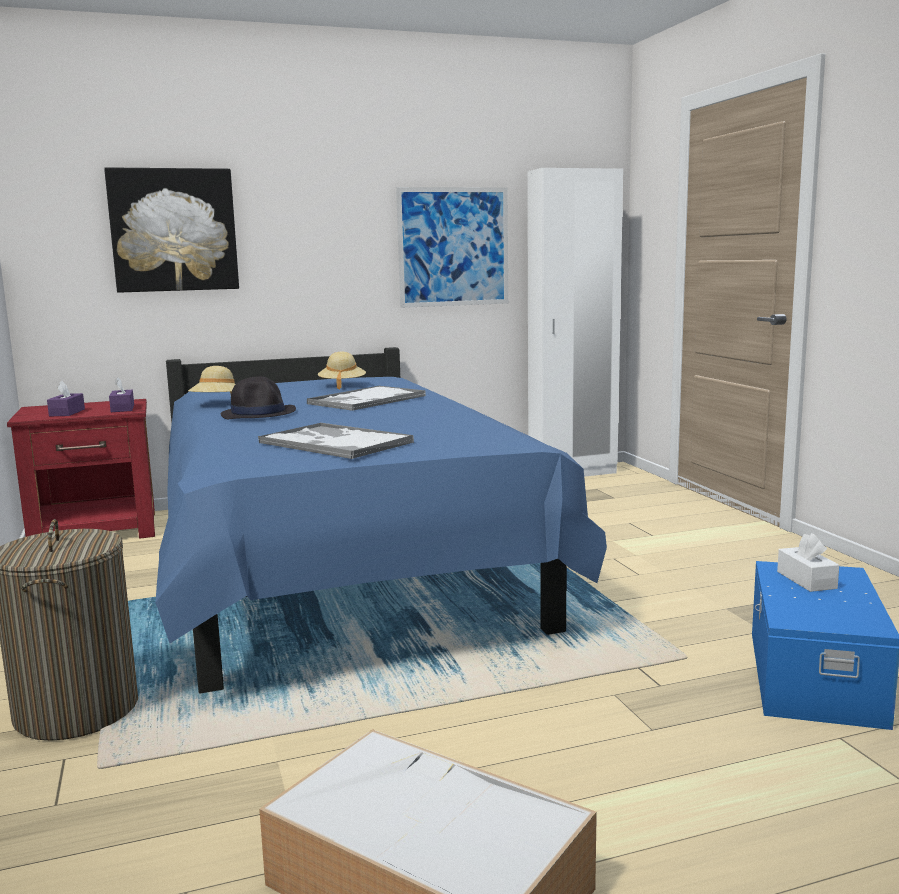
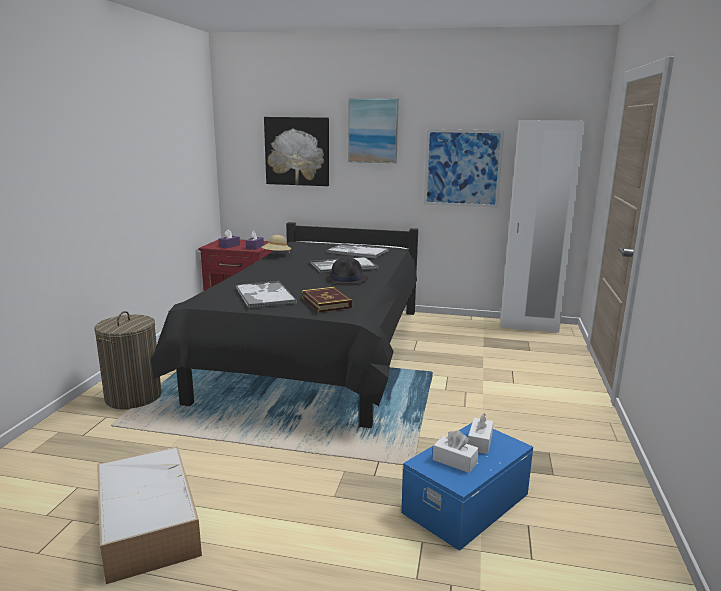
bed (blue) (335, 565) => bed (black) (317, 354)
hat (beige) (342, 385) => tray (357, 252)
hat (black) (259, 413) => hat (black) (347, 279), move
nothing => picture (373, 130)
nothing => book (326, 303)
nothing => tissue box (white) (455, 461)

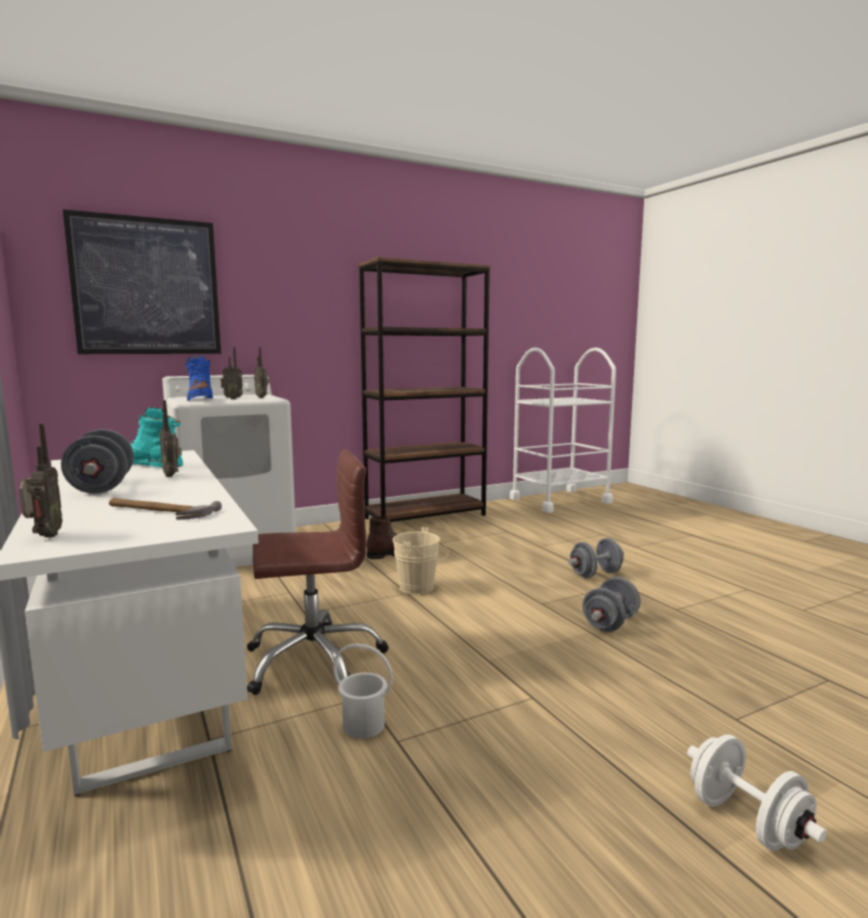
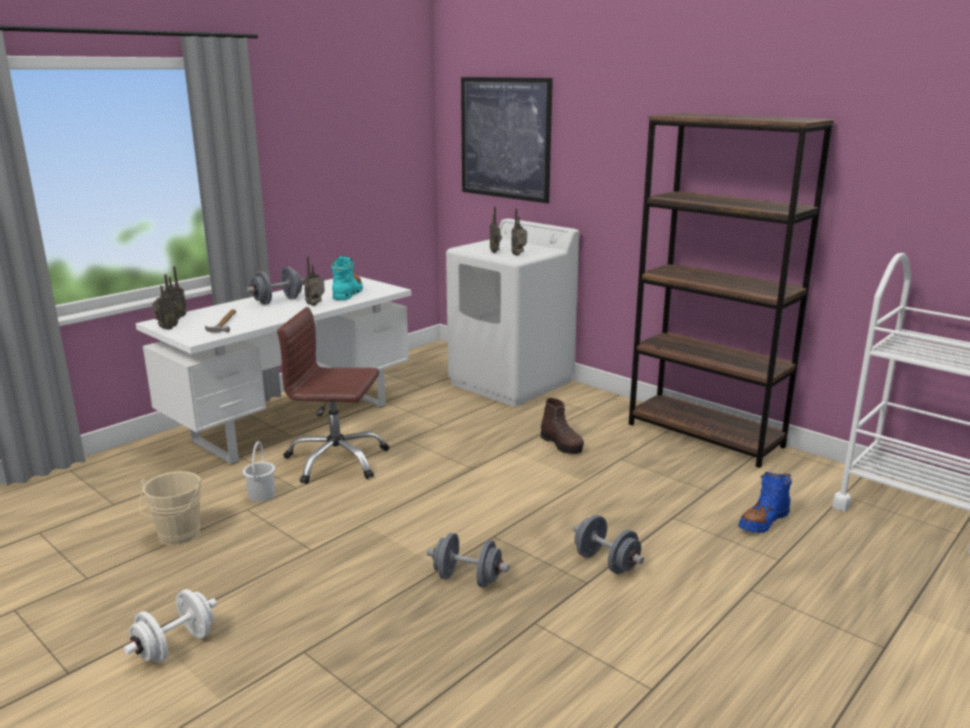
boot (blue) (200, 399) => boot (blue) (763, 521), move
office chair (brown) (314, 660) => office chair (brown) (336, 460), 135 degrees clockwise
bucket (beige) (420, 588) => bucket (beige) (178, 537), move
nothing => radio (166, 328)

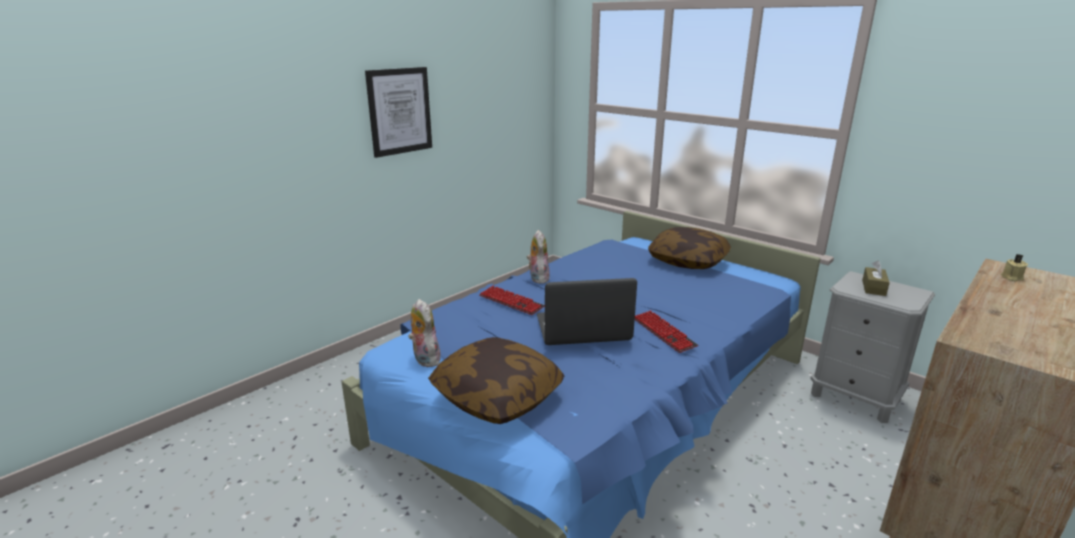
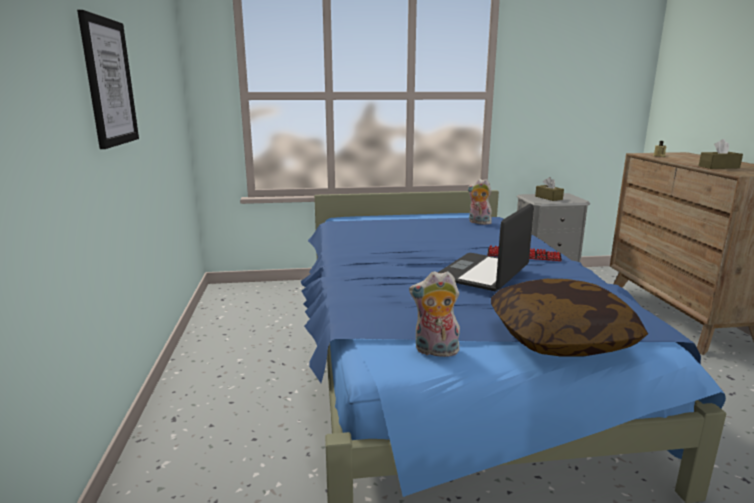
pillow (688, 261) => nothing
plush toy (537, 278) => plush toy (478, 222), move
keyboard (511, 302) => nothing
nothing => tissue box (brown) (719, 167)

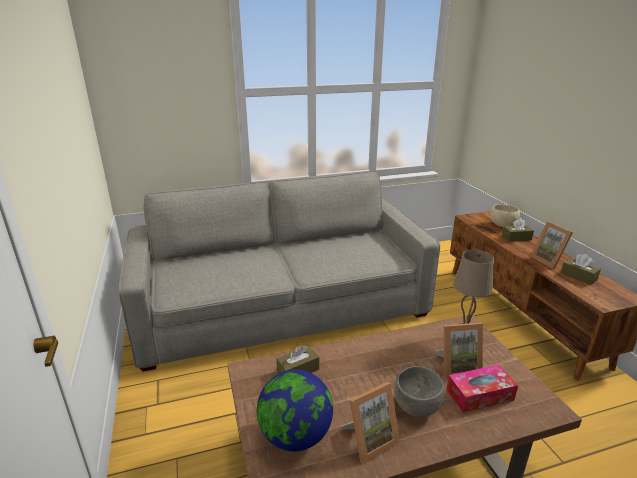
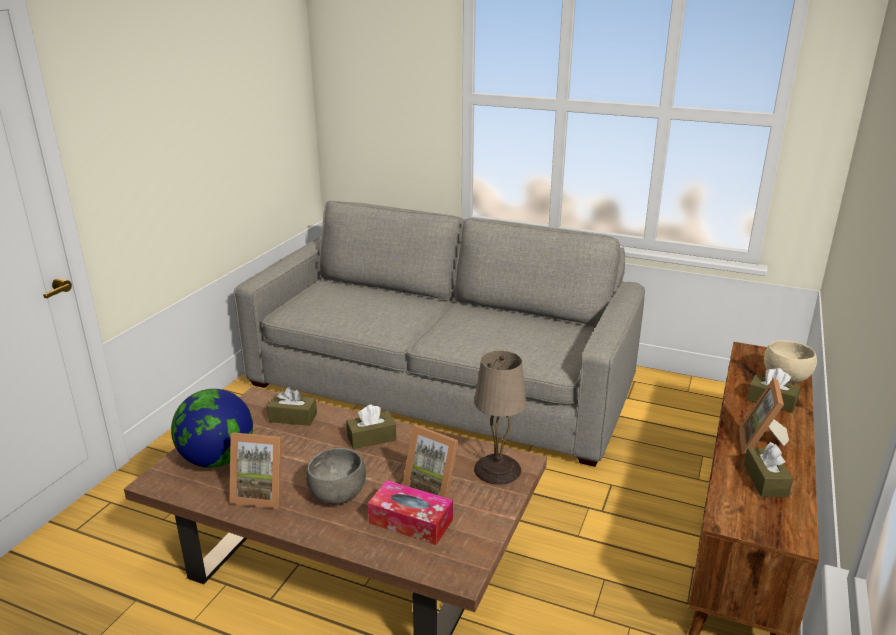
nothing => tissue box (brown) (371, 438)

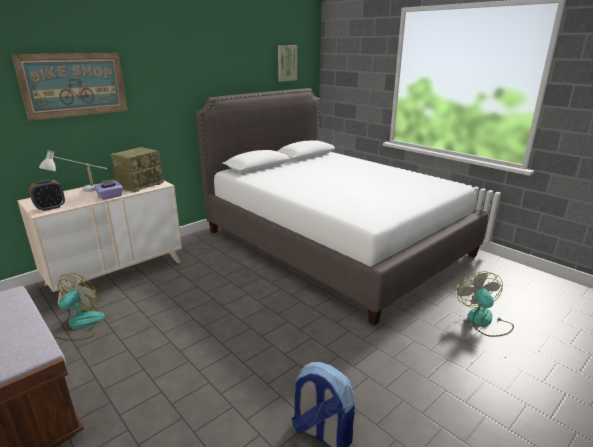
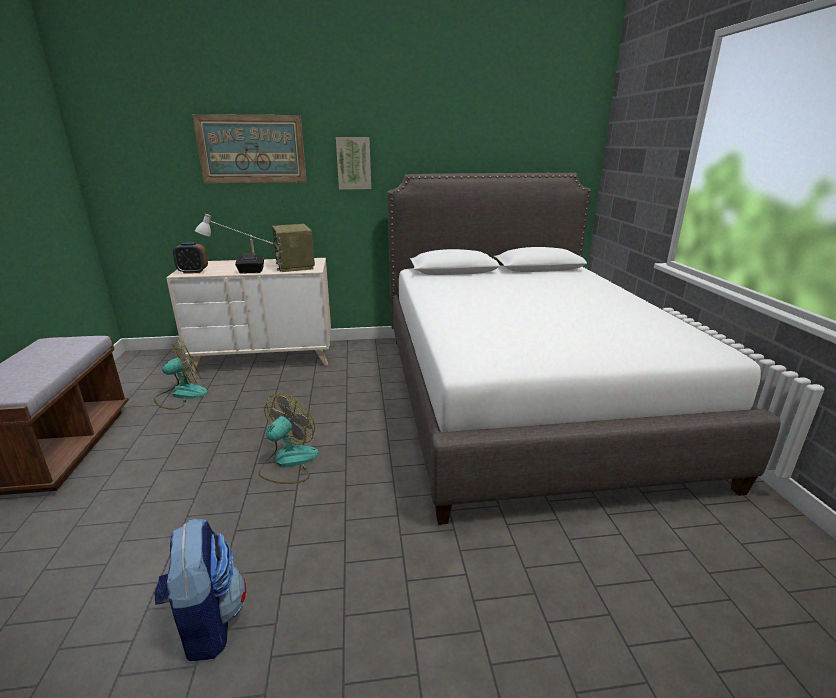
picture (286, 63) => picture (353, 163), move
radio (140, 185) => radio (295, 266), 90 degrees clockwise
tissue box (purple) (110, 196) => tissue box (black) (251, 272)
fan (484, 321) => fan (288, 462), move

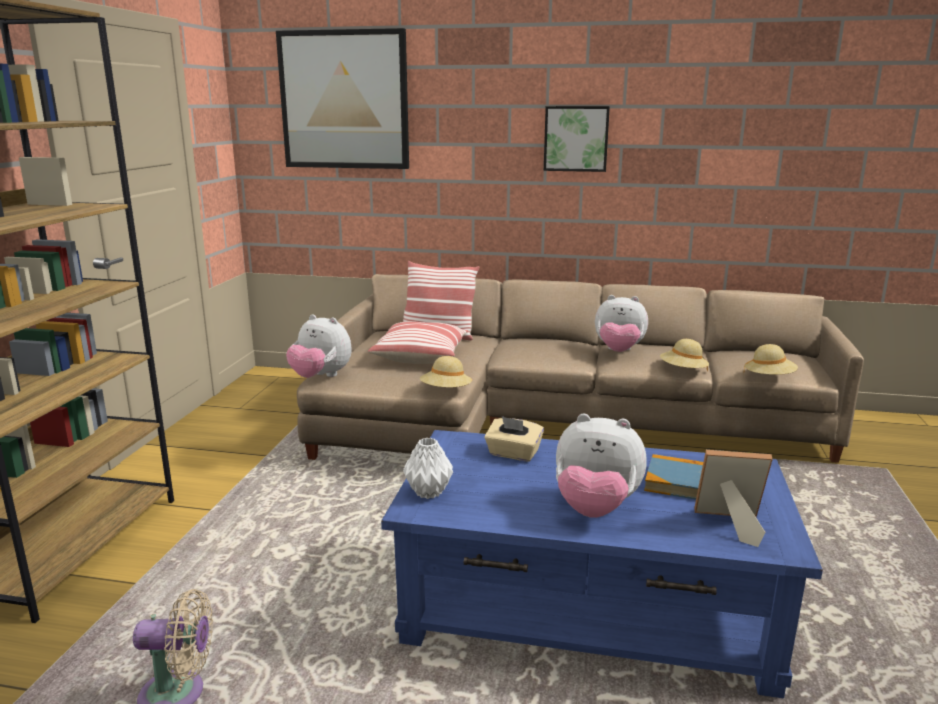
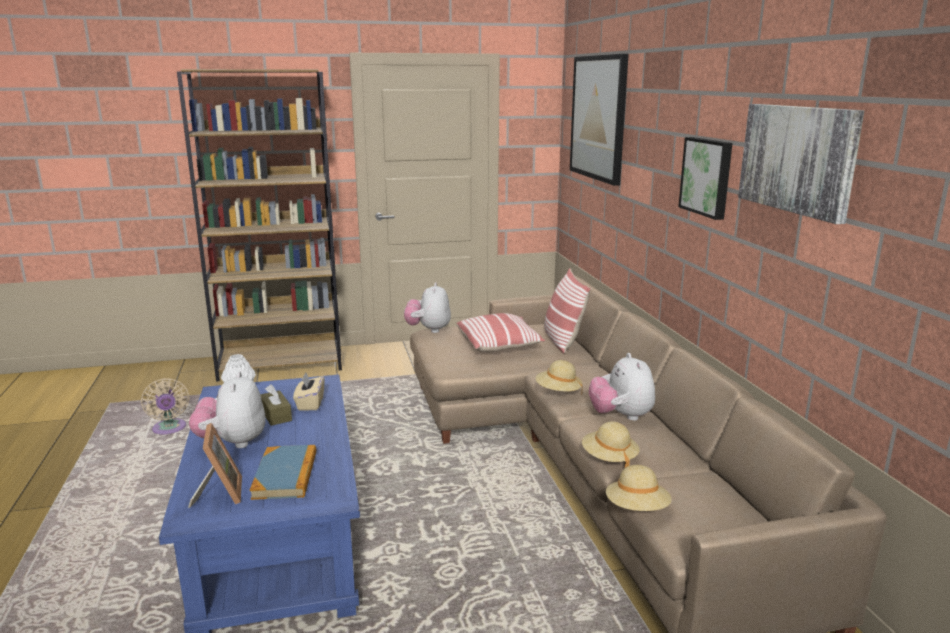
hat (beige) (446, 391) => hat (beige) (558, 392), move
nothing => picture (798, 159)
nothing => tissue box (brown) (276, 415)

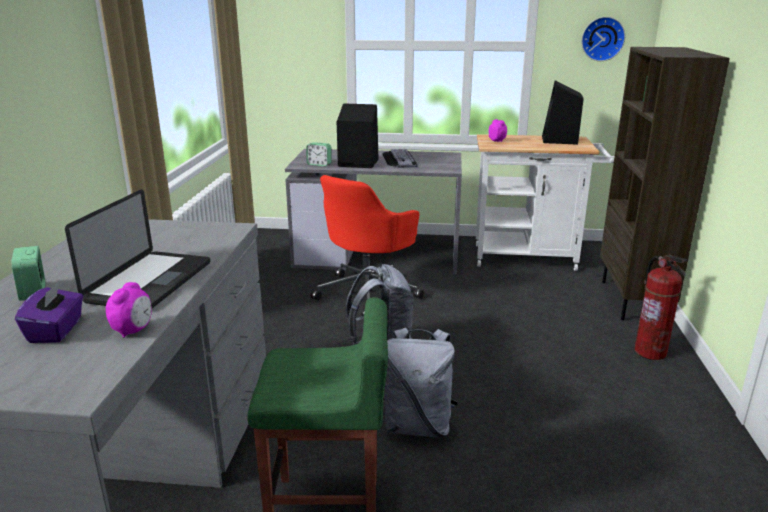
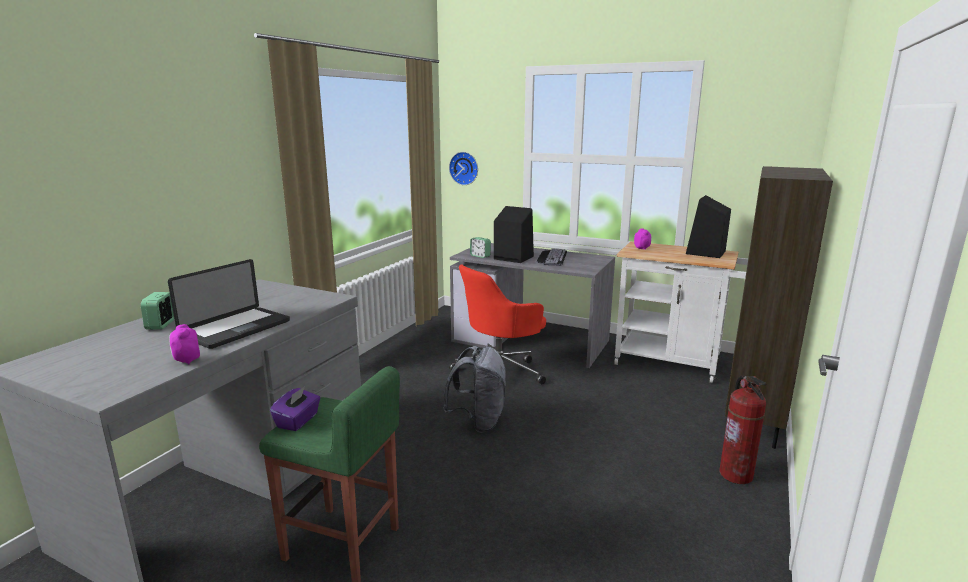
wall clock (602, 39) => wall clock (464, 168), move
tissue box (purple) (56, 330) => tissue box (purple) (298, 421), move
alarm clock (133, 330) => alarm clock (187, 360), 120 degrees clockwise
backpack (grey) (418, 425) => nothing

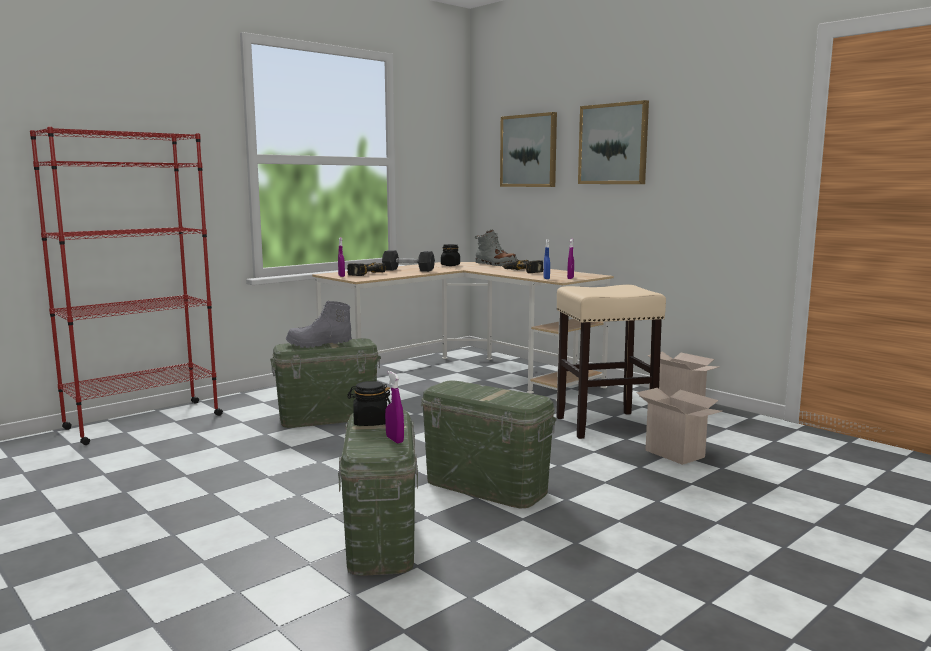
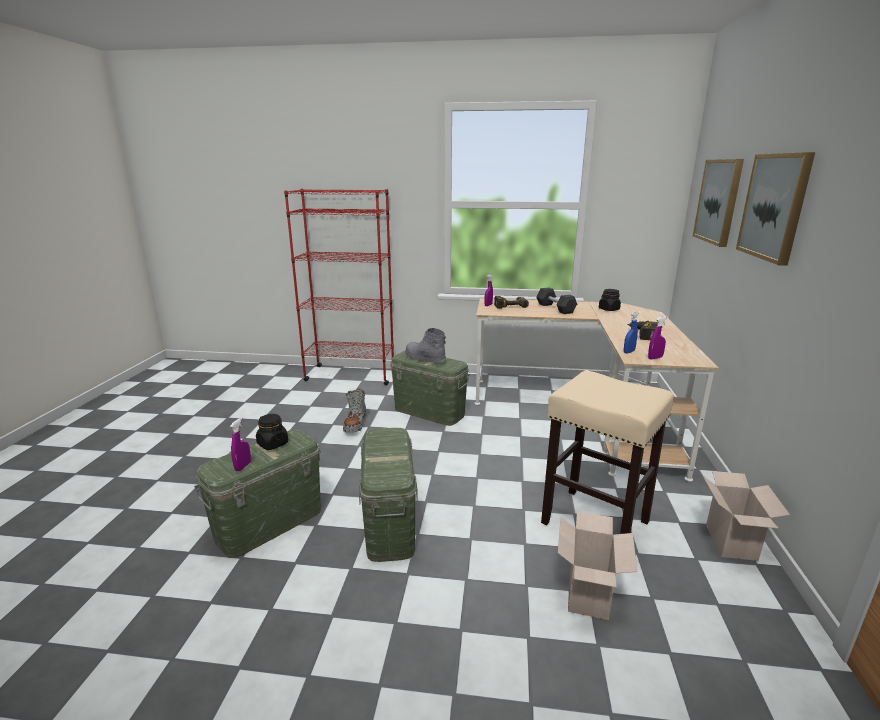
boot (grey) (495, 264) => boot (grey) (355, 424), move

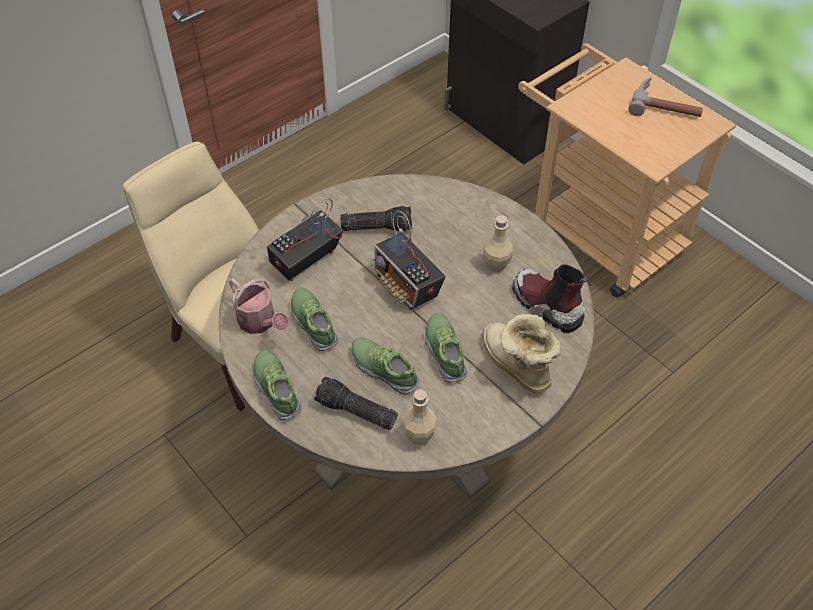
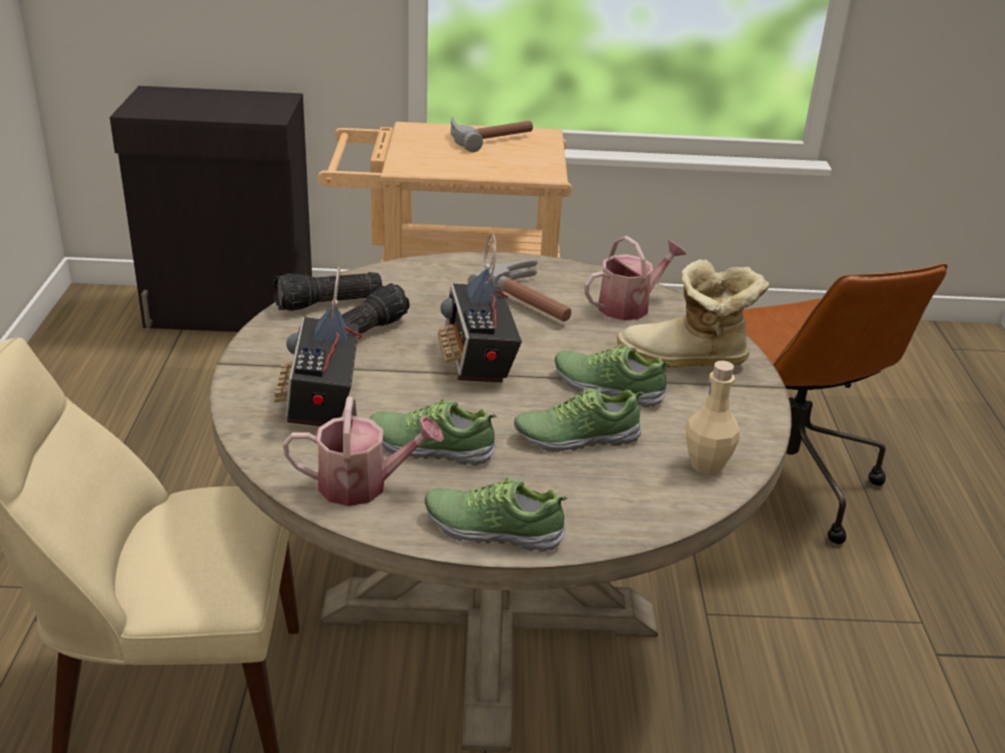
radio (407, 286) => radio (478, 361), 75 degrees clockwise
bottle (beige) (496, 265) => hammer (533, 301)
boot (546, 305) => watering can (630, 305)
flashlight (355, 412) => flashlight (328, 304), move
nothing => office chair (brown) (780, 479)

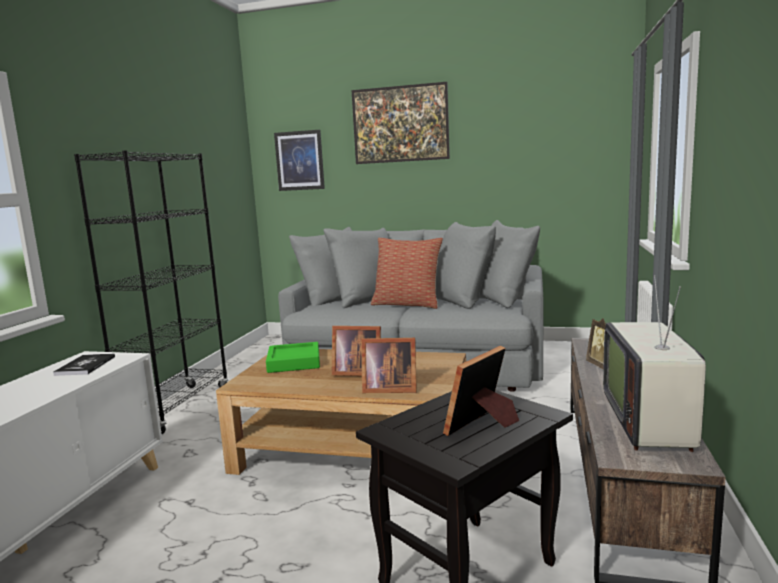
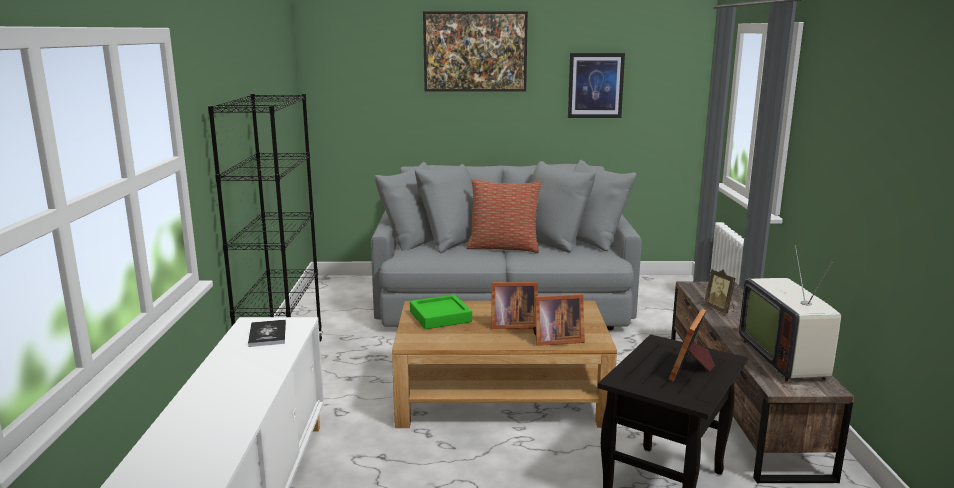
picture (299, 160) => picture (595, 85), move

